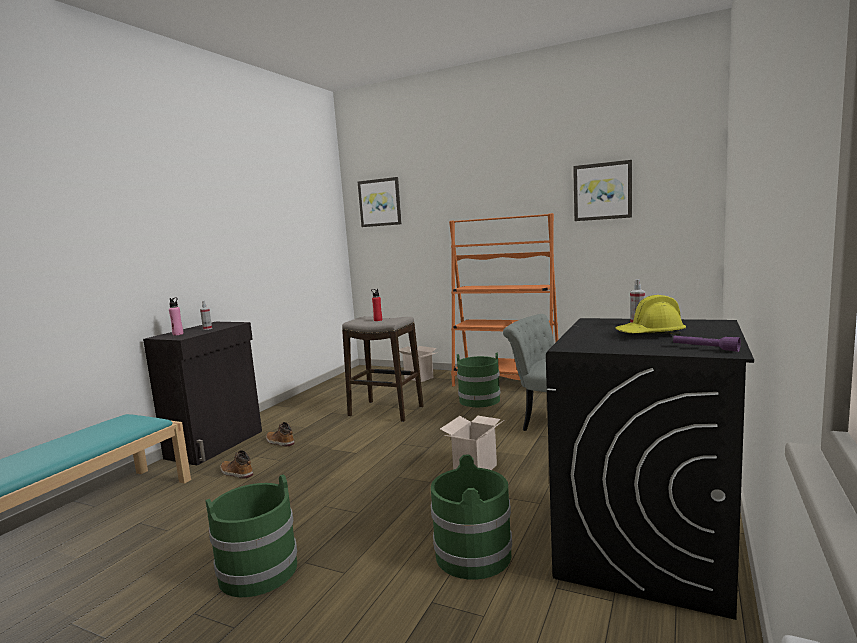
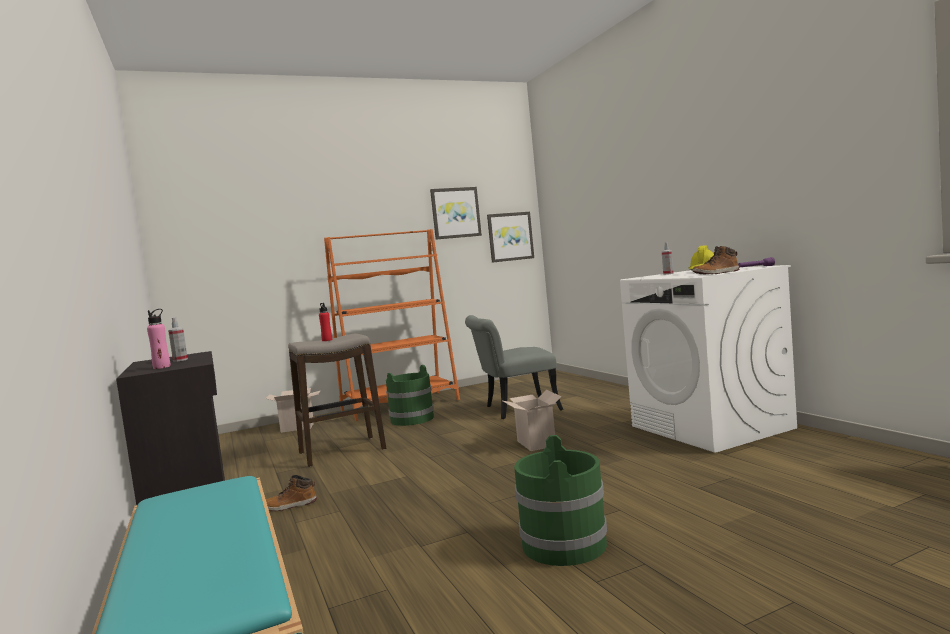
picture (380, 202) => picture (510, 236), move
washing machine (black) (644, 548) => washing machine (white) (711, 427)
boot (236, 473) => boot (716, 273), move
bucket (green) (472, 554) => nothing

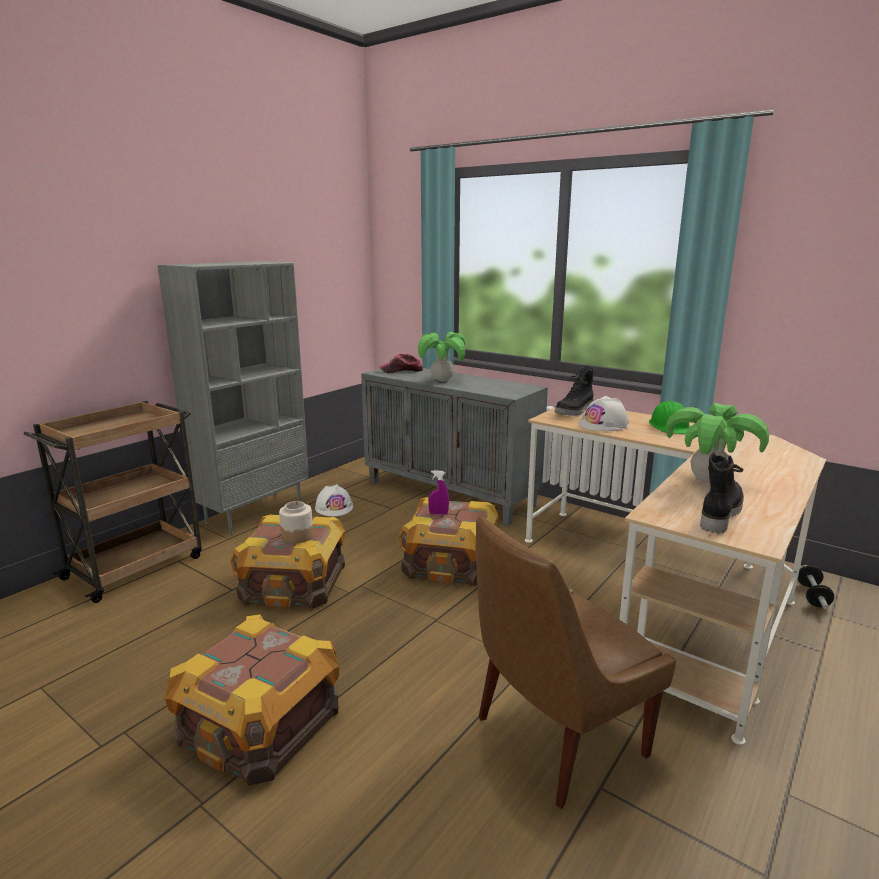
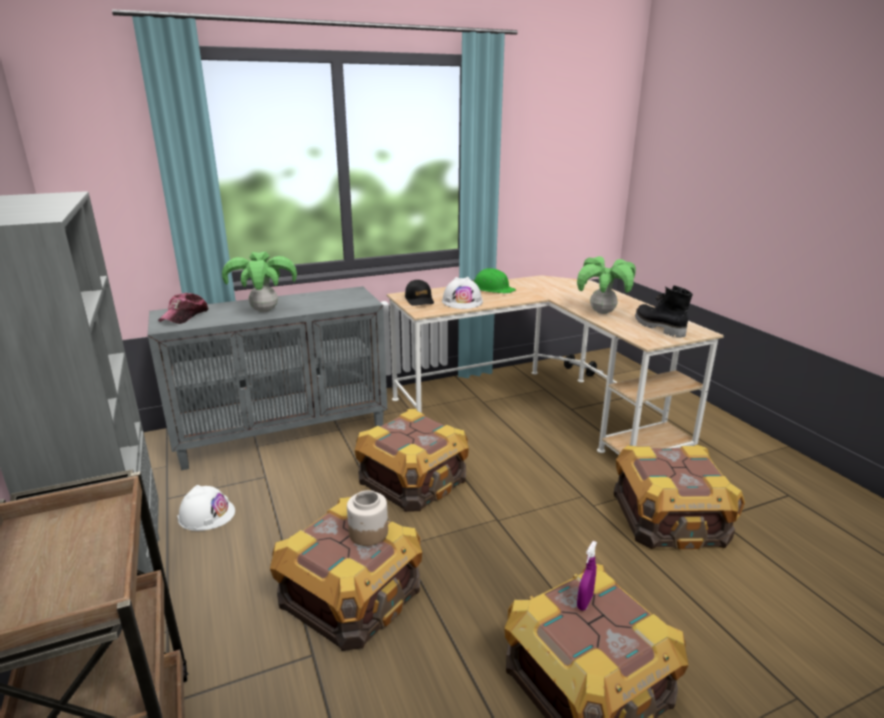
boot (black) (575, 412) => cap (black) (419, 300)
spray bottle (purple) (438, 513) => spray bottle (purple) (584, 602), move
chair (brown) (554, 739) => crate (669, 518)

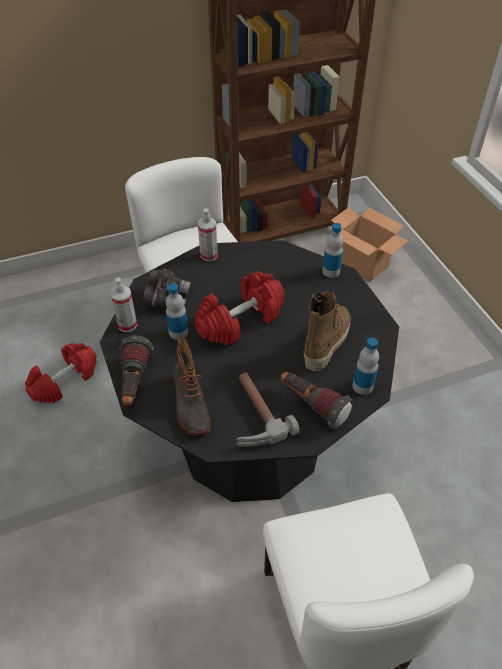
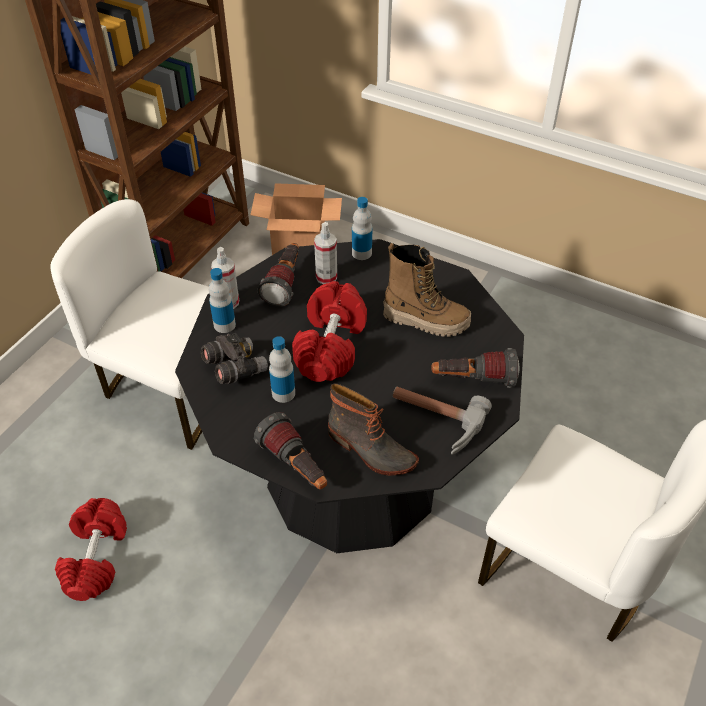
spray bottle (127, 325) => spray bottle (326, 277), move
boot (325, 343) => boot (426, 320), 120 degrees clockwise
bottle (362, 386) => bottle (224, 325), move
nothing => flashlight (285, 283)

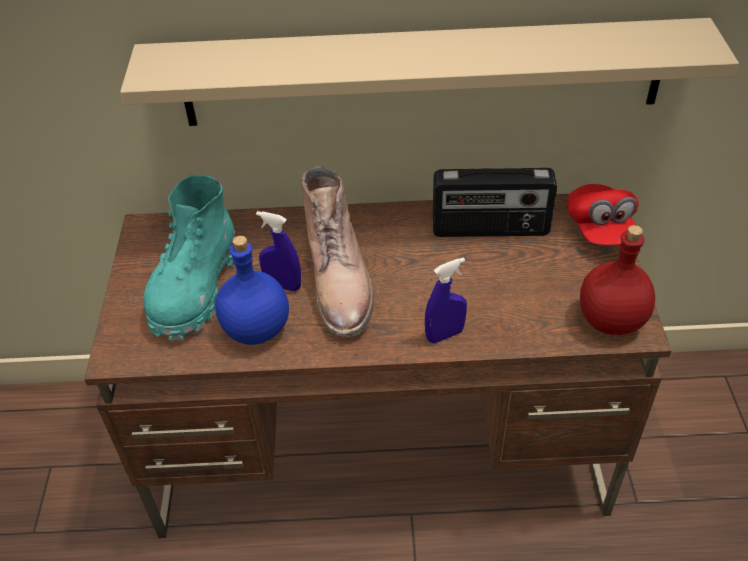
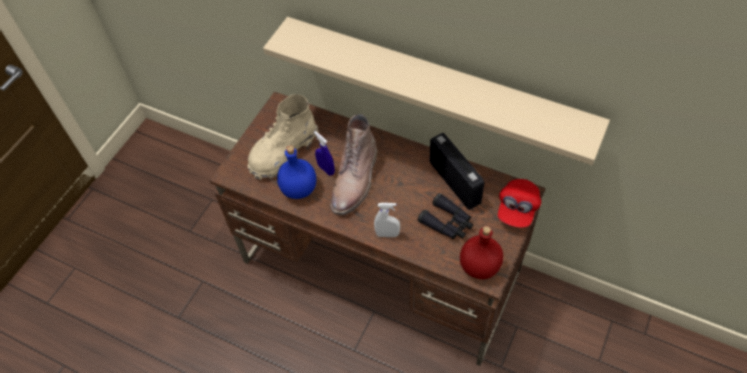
radio (490, 229) => radio (455, 182), 150 degrees counterclockwise
boot (turquoise) (195, 289) => boot (beige) (283, 152)
spray bottle (blue) (444, 335) => spray bottle (white) (387, 234)
nothing => binoculars (black) (447, 223)

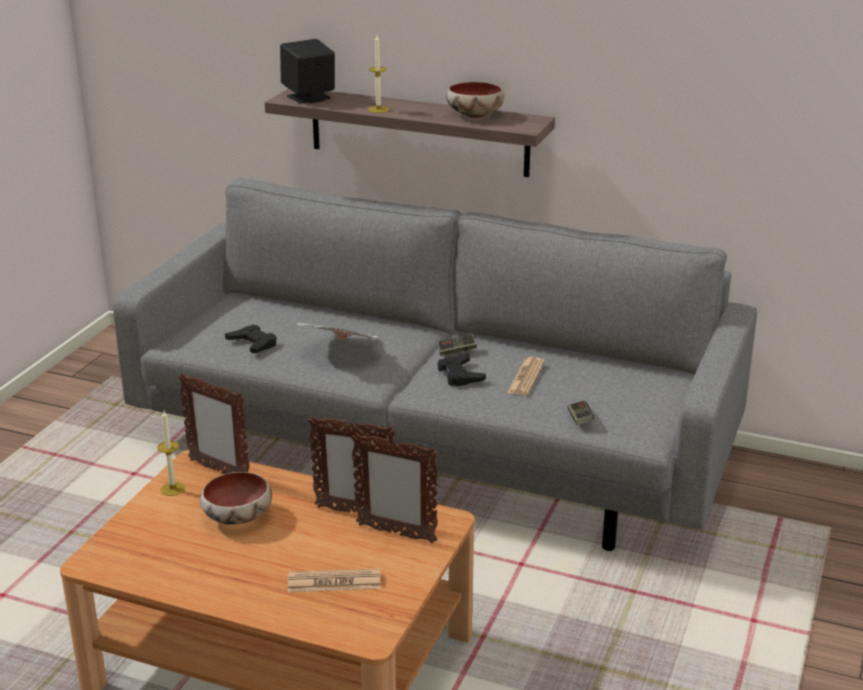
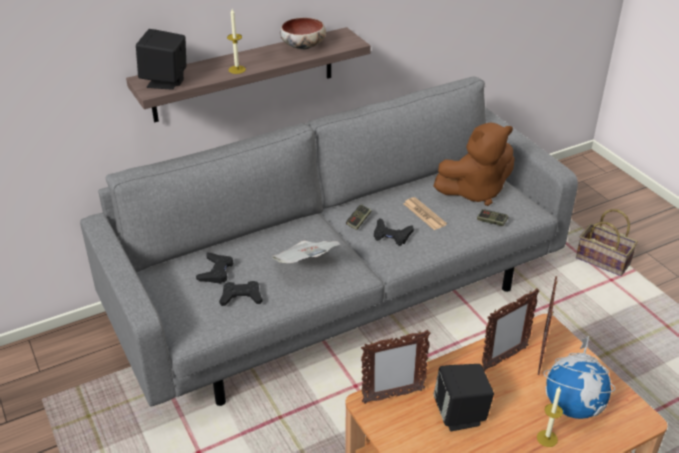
candle (172, 488) => candle (547, 438), move
picture frame (395, 533) => picture frame (541, 354), 135 degrees clockwise
bowl (237, 518) => speaker (black) (460, 415)
newspaper (334, 582) => globe (573, 406)
nothing => plush toy (brown) (475, 191)
nothing => basket (604, 261)
nothing => game controller (black) (216, 271)

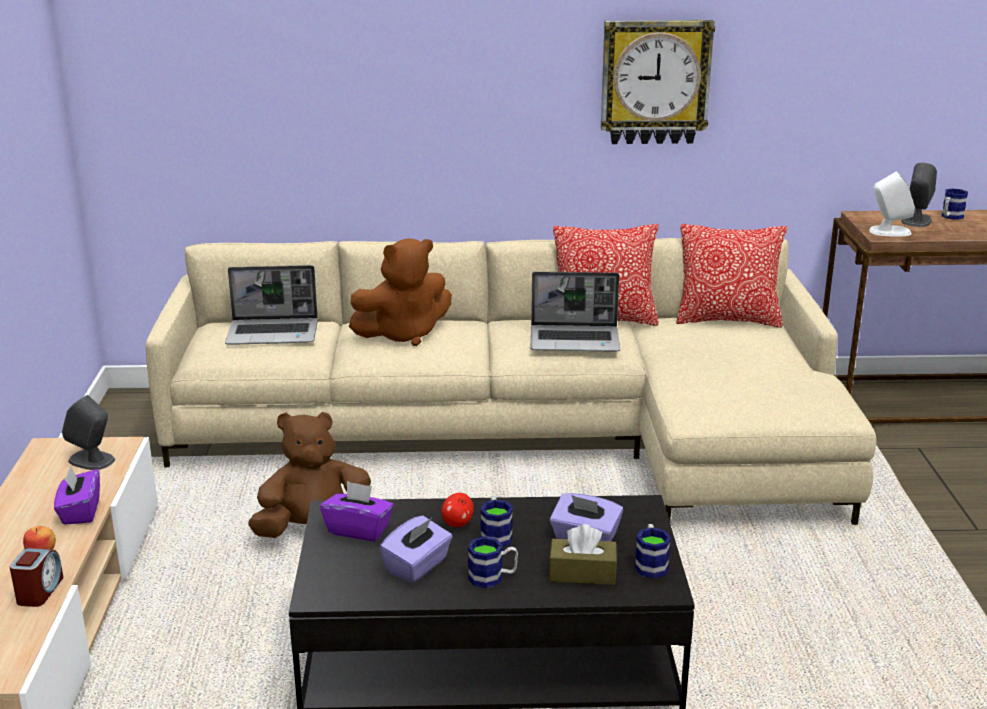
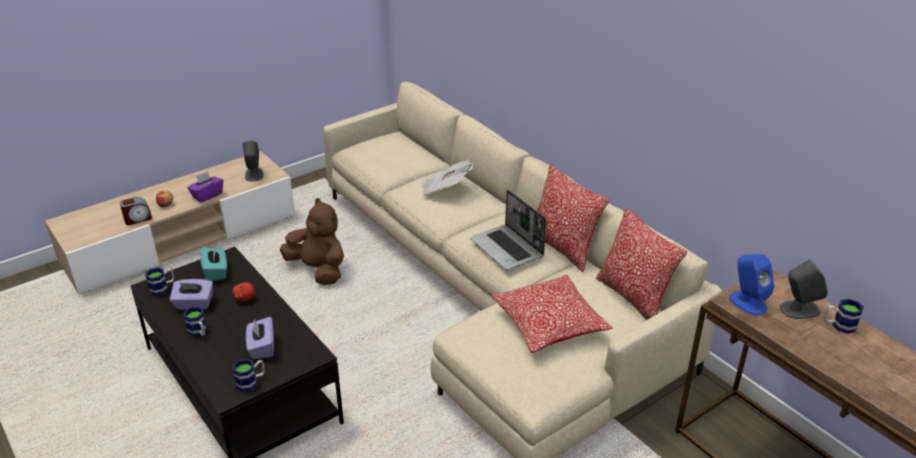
wall clock (655, 82) => nothing
speaker (white) (889, 231) => speaker (blue) (747, 302)
plush toy (brown) (403, 334) => newspaper (445, 189)
laptop (274, 333) => nothing
tissue box (purple) (358, 530) => tissue box (turquoise) (216, 272)
mug (495, 535) => mug (163, 288), move
tissue box (brown) (582, 573) => nothing
nothing => pillow (549, 324)

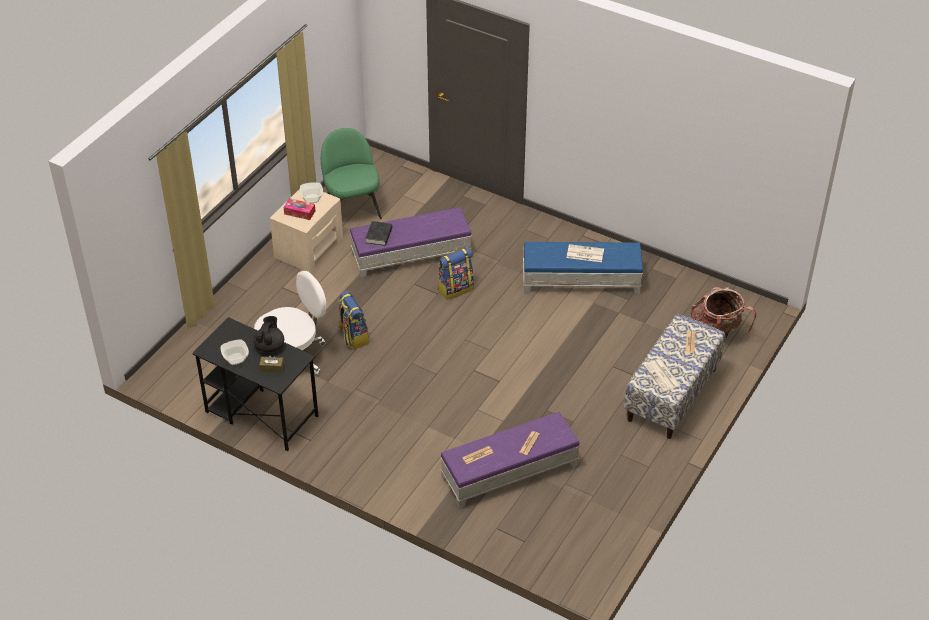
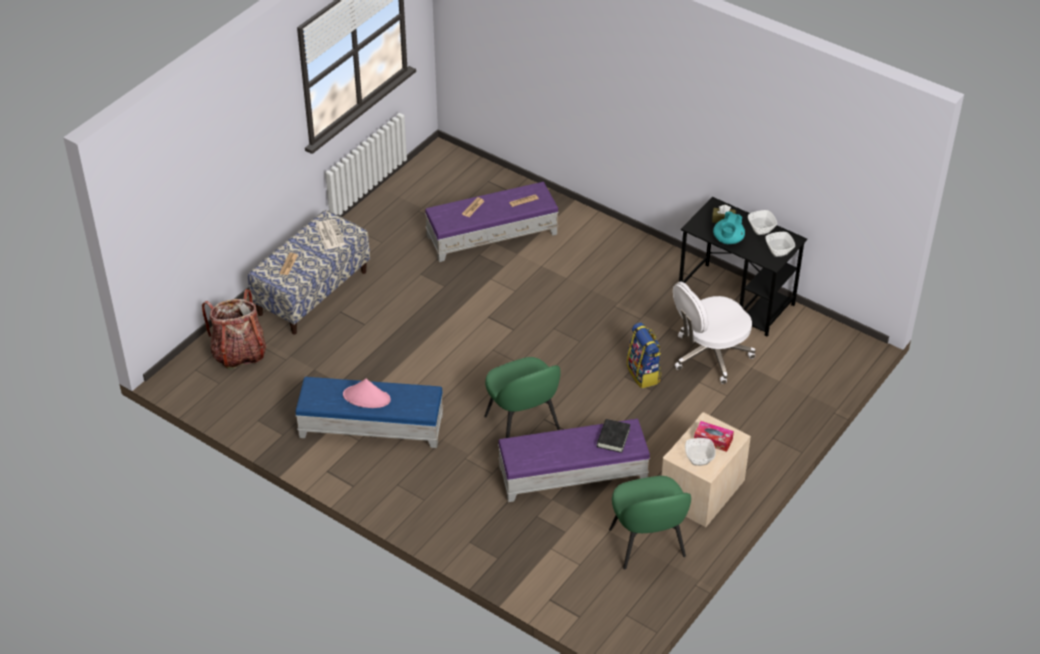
newspaper (584, 254) => hat (pink) (367, 397)
backpack (455, 288) => chair (green) (522, 424)
teapot (black) (269, 346) => teapot (turquoise) (728, 240)
nothing => bowl (778, 251)

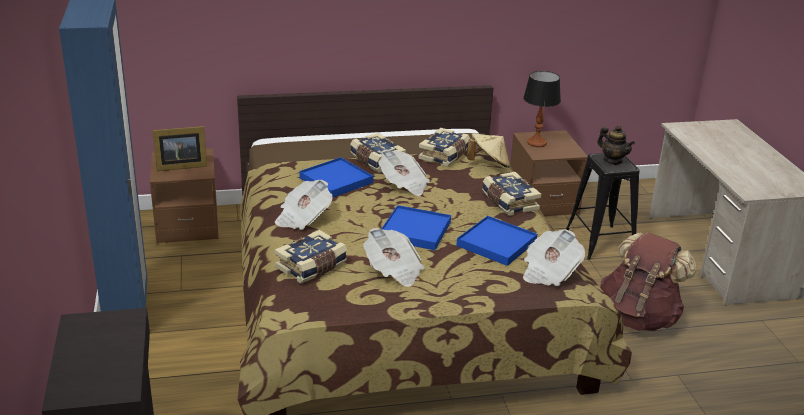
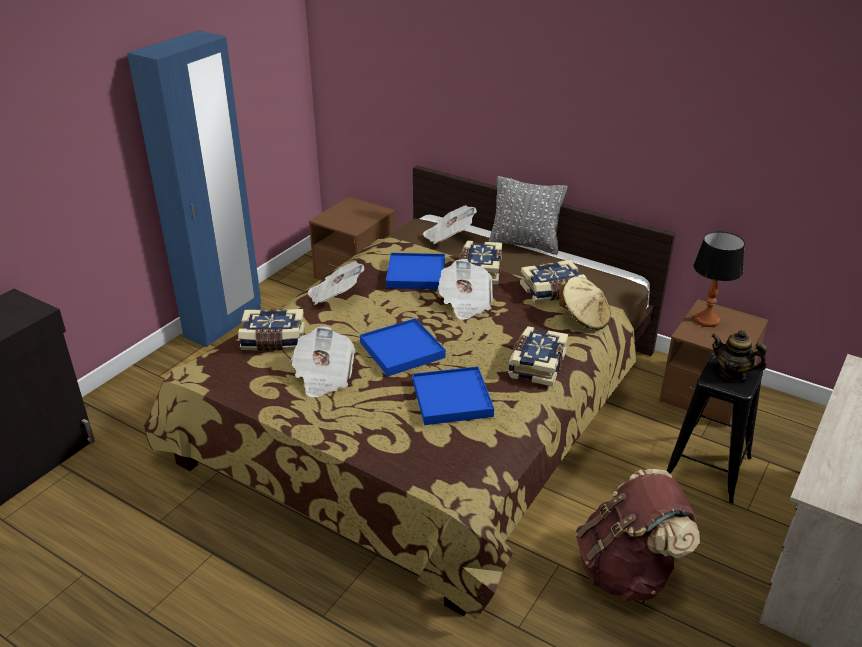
teapot (613, 160) => teapot (732, 373), 120 degrees clockwise
picture frame (179, 166) => nothing
newspaper (549, 272) => newspaper (448, 237), move
nothing => pillow (grey) (525, 244)

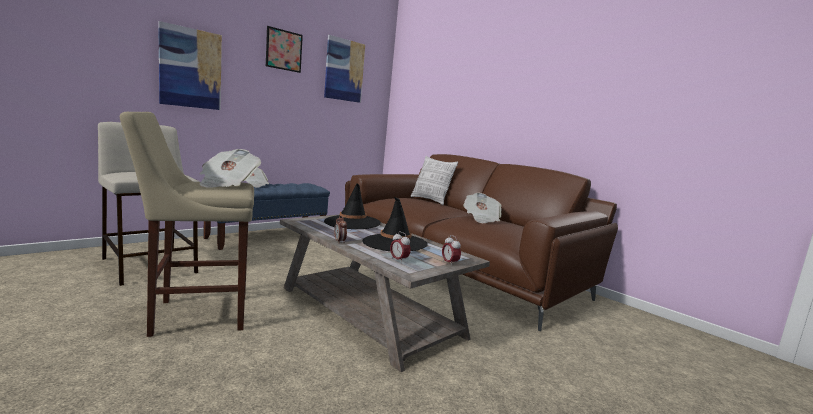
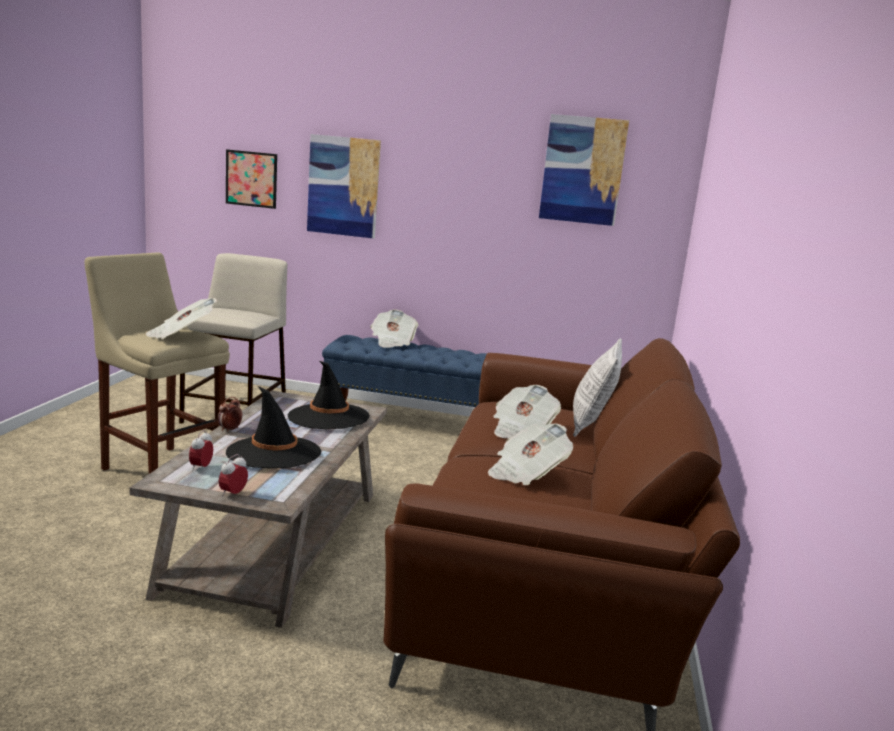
picture (284, 50) => picture (251, 179), move
nothing => newspaper (521, 430)

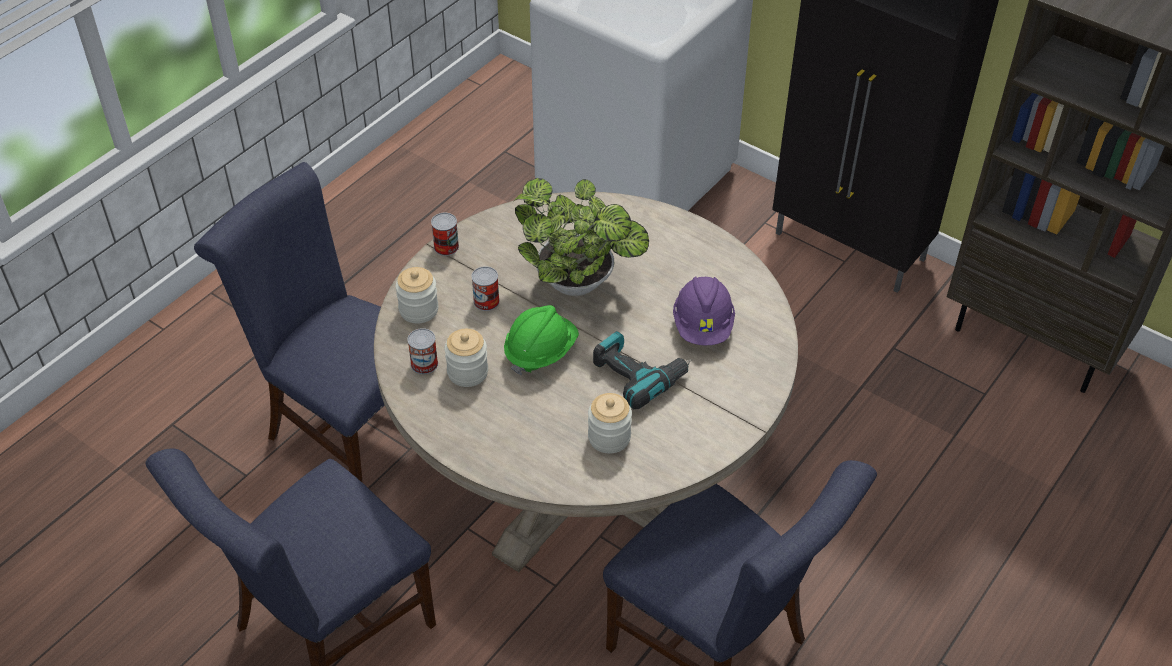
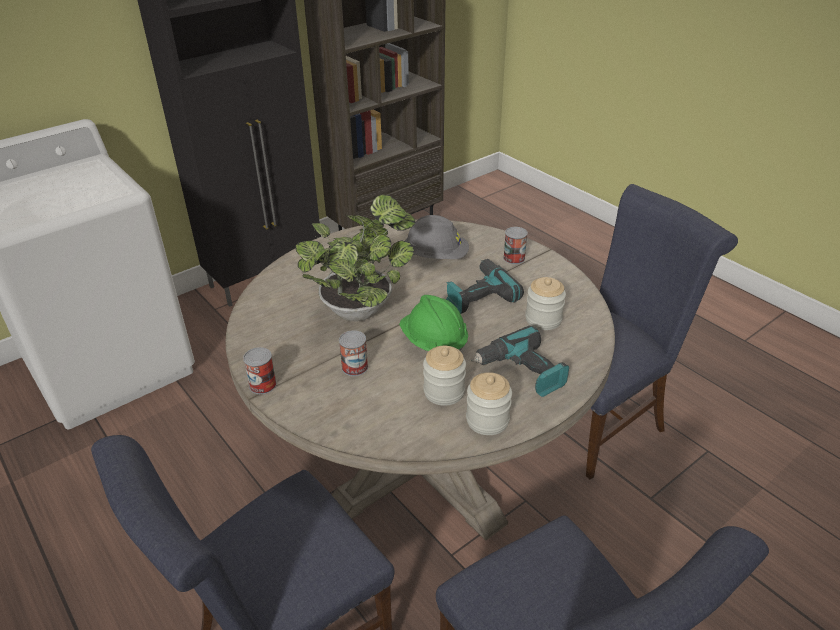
jar (418, 310) => jar (487, 420), move
hard hat (purple) (703, 326) => hard hat (grey) (436, 256)
can (424, 364) => can (514, 258), move
nothing => power drill (521, 372)

